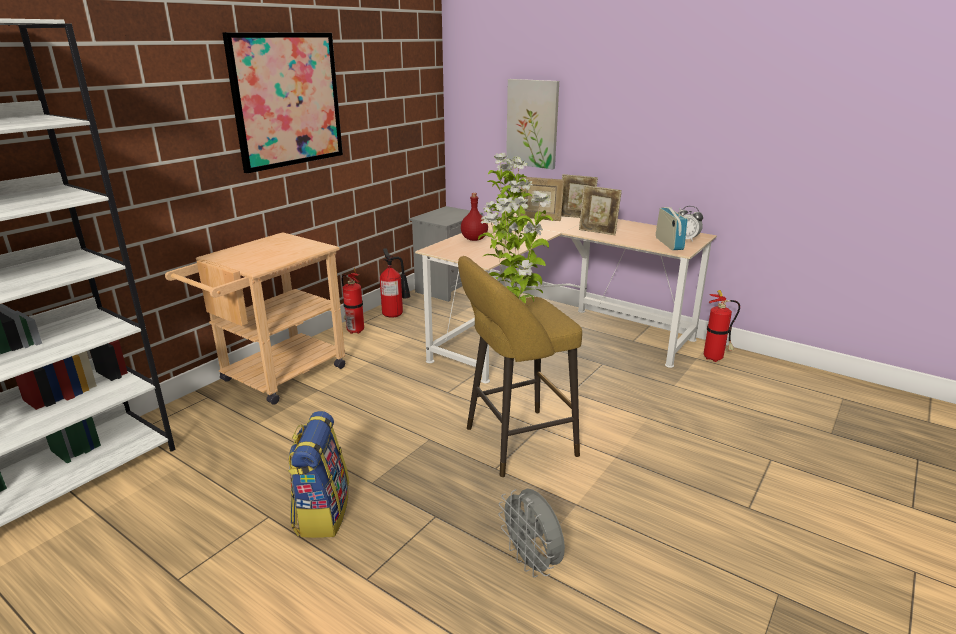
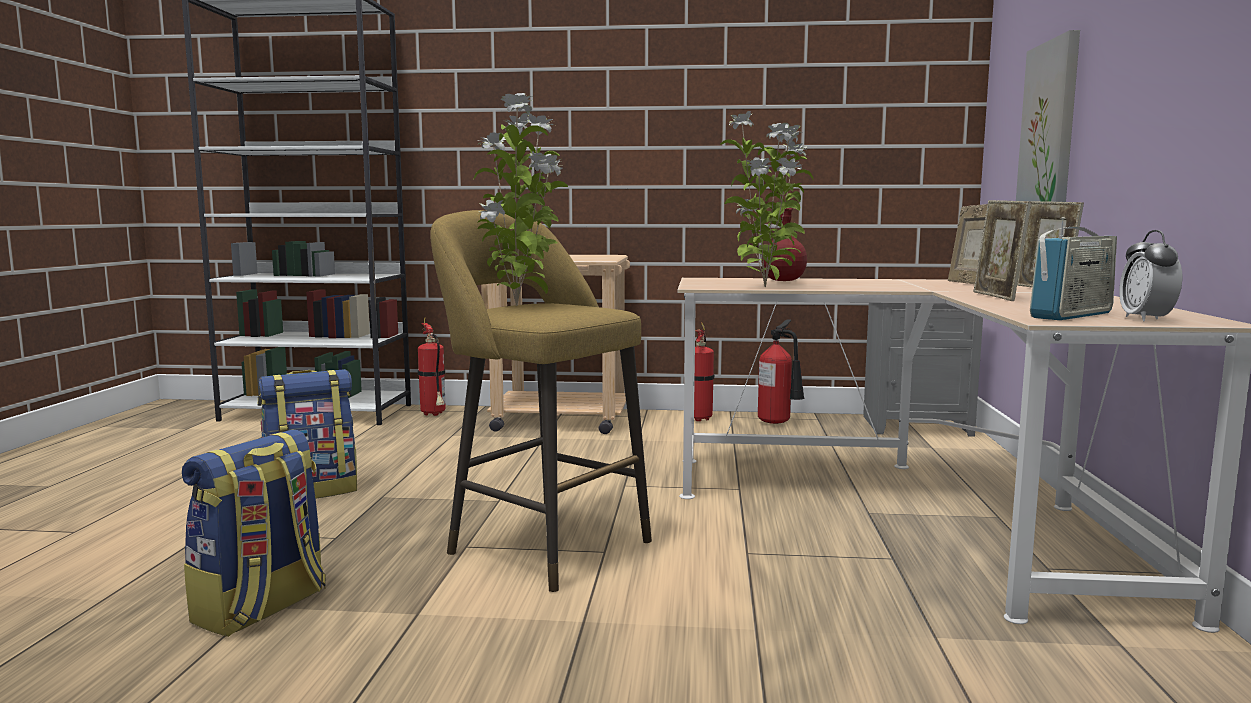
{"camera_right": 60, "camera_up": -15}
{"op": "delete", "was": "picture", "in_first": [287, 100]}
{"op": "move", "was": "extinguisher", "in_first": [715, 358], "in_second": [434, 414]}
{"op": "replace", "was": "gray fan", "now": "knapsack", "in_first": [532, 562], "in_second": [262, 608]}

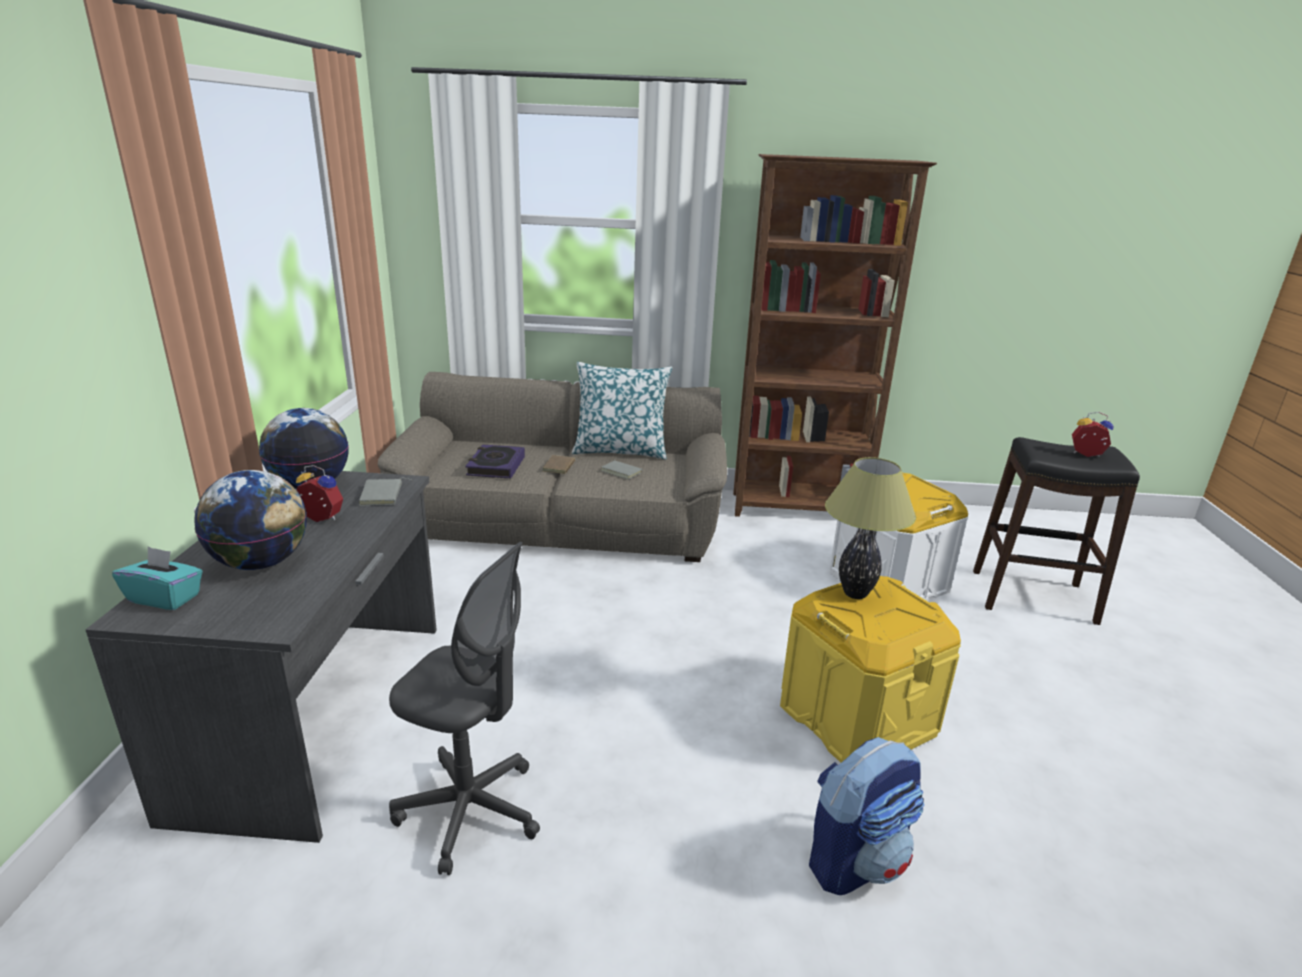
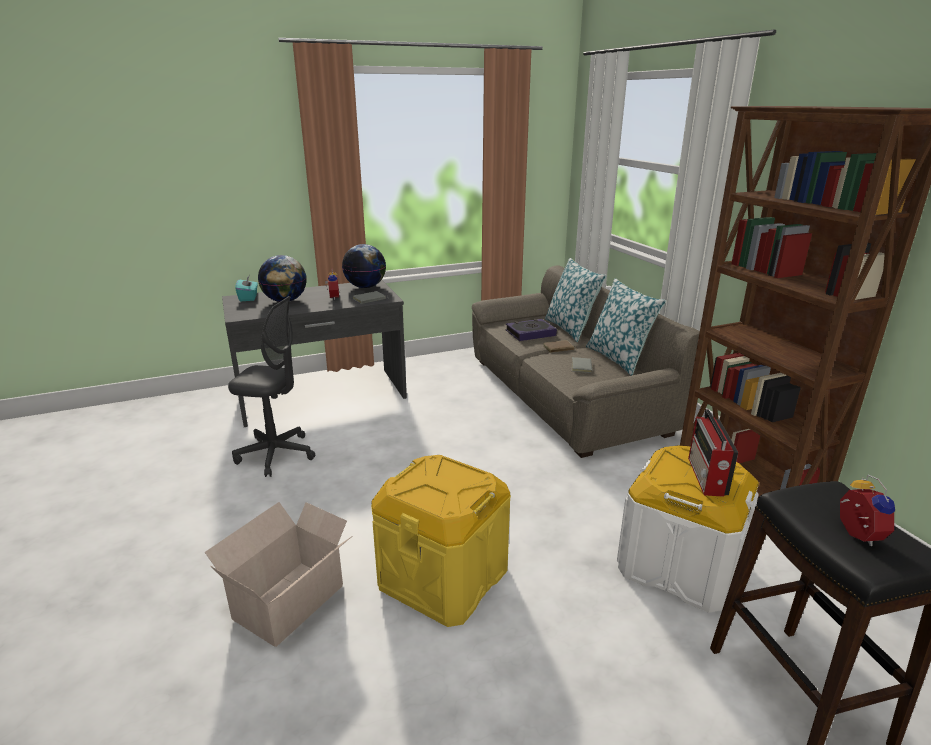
{"camera_right": 65, "camera_up": 0}
{"op": "delete", "was": "table lamp", "in_first": [855, 594]}
{"op": "insert", "now": "throw pillow", "in_second": [571, 328]}
{"op": "insert", "now": "radio receiver", "in_second": [707, 477]}
{"op": "replace", "was": "knapsack", "now": "cardboard box", "in_first": [856, 860], "in_second": [292, 600]}
{"op": "rotate", "was": "gray desk chair", "in_first": [470, 811], "in_second": [276, 454], "clockwise": -75}

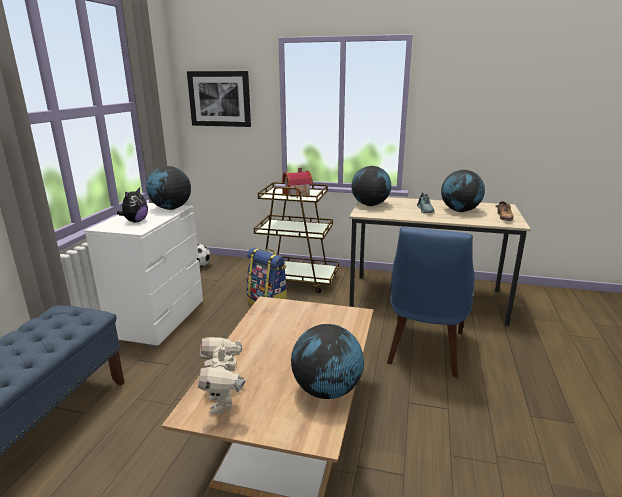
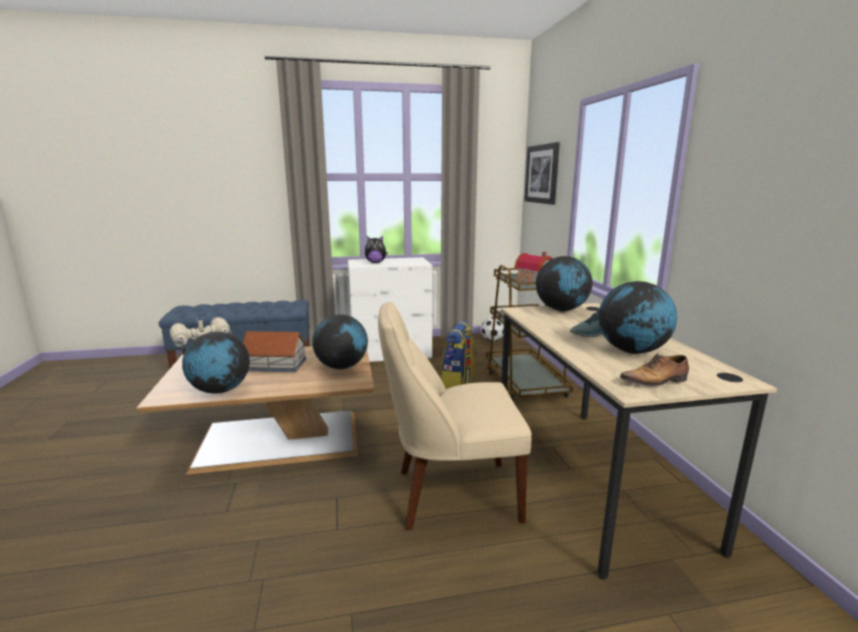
{"camera_right": 65, "camera_up": -5}
{"op": "insert", "now": "toy house", "in_second": [276, 365]}
{"op": "move", "was": "world globe", "in_first": [171, 208], "in_second": [341, 367]}
{"op": "recolor", "was": "blue-coloured plain chair", "now": "beige-coloured plain chair", "in_first": [424, 350], "in_second": [450, 494]}

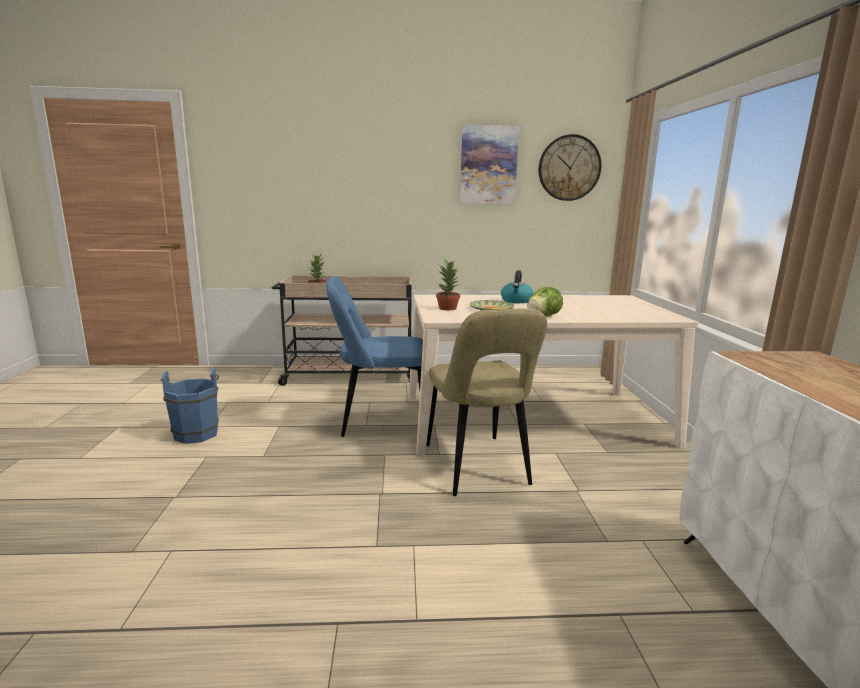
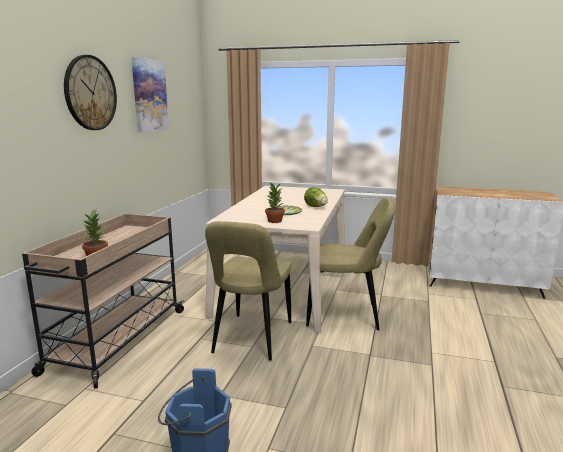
{"camera_right": -70, "camera_up": 0}
{"op": "delete", "was": "water kettle", "in_first": [516, 301]}
{"op": "move", "was": "clock on the wall", "in_first": [569, 168], "in_second": [90, 93]}
{"op": "recolor", "was": "blue-coloured plain chair", "now": "beige-coloured plain chair", "in_first": [380, 422], "in_second": [251, 339]}

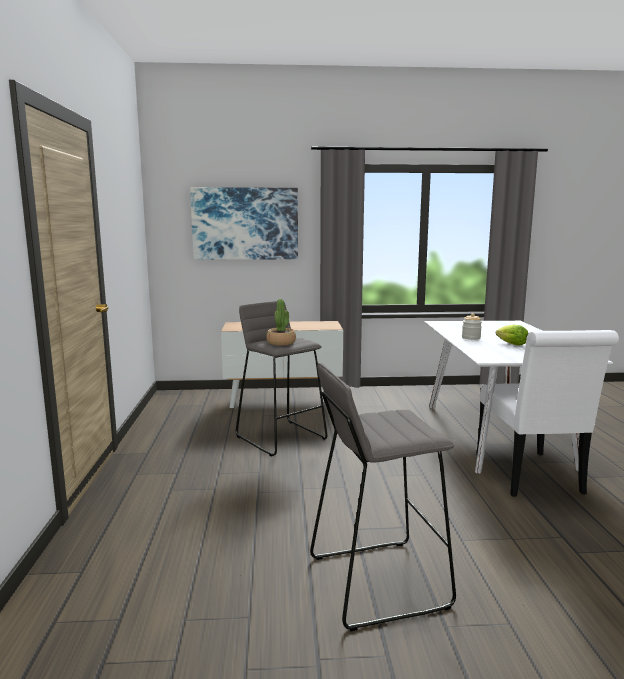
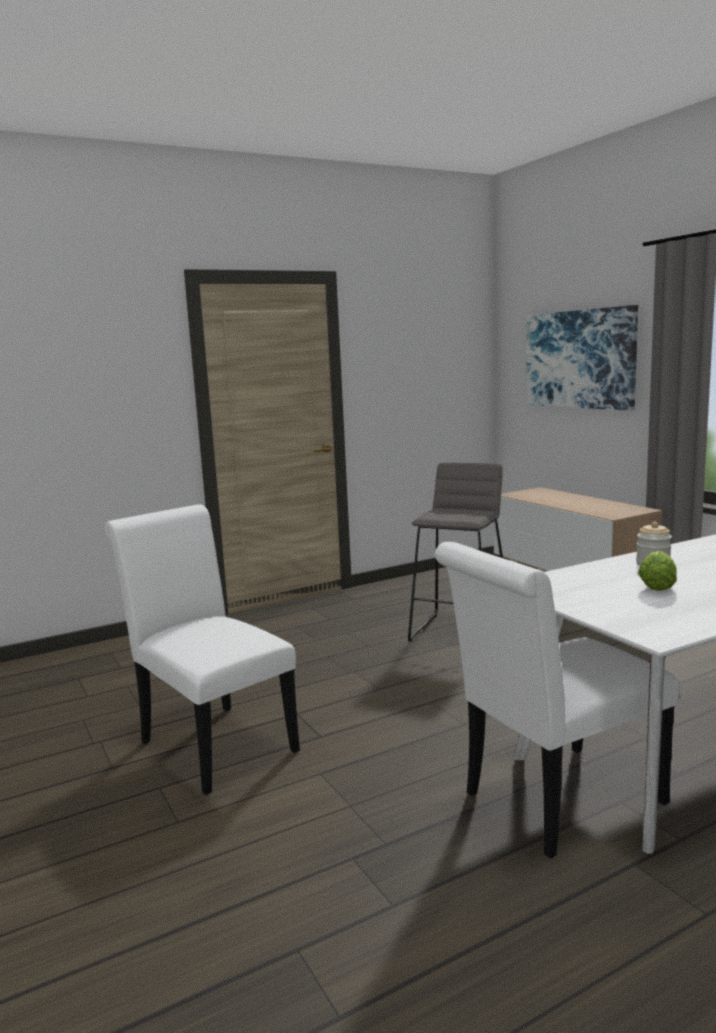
{"camera_right": 65, "camera_up": 0}
{"op": "delete", "was": "houseplant", "in_first": [281, 342]}
{"op": "replace", "was": "gray stool", "now": "whitish plain chair", "in_first": [377, 581], "in_second": [212, 742]}

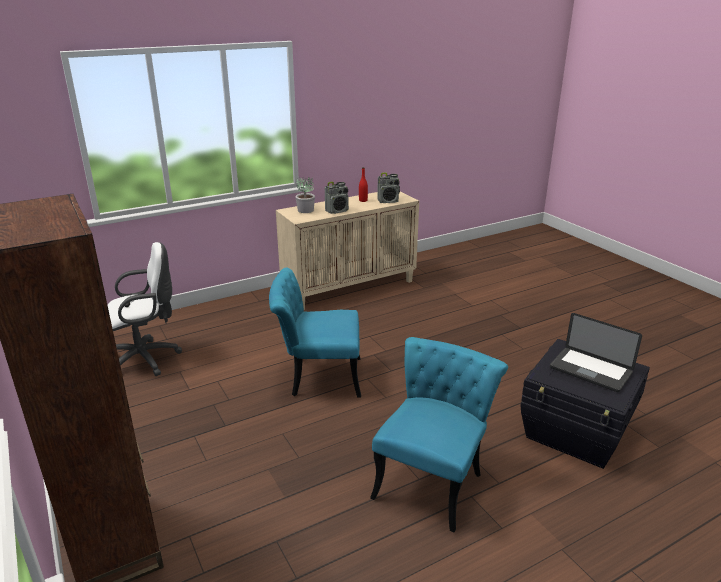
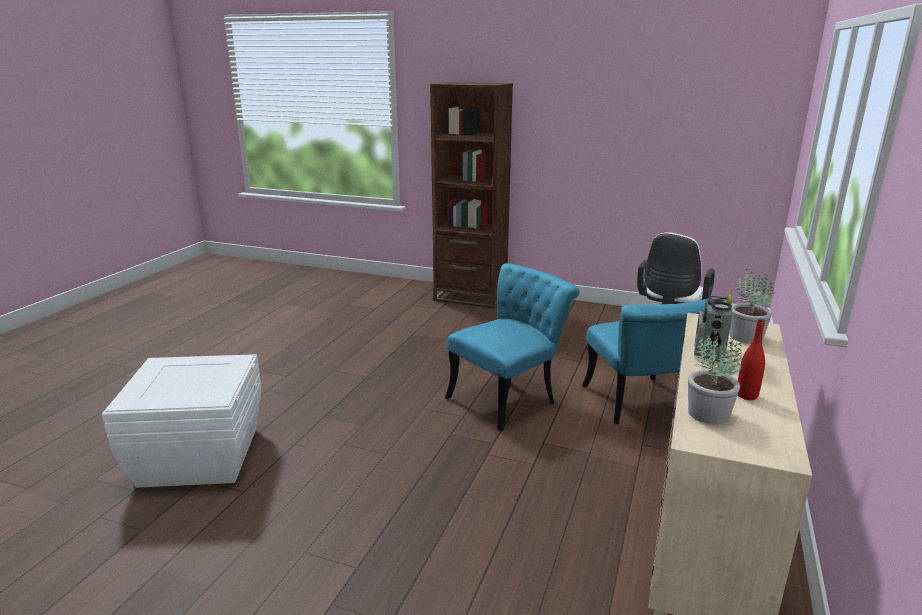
{"camera_right": 140, "camera_up": -5}
{"op": "delete", "was": "laptop", "in_first": [590, 370]}
{"op": "move", "was": "turquoise plain chair", "in_first": [433, 478], "in_second": [639, 406]}
{"op": "replace", "was": "radio receiver", "now": "houseplant", "in_first": [388, 201], "in_second": [709, 414]}
{"op": "recolor", "was": "blackish storage box", "now": "whitish storage box", "in_first": [576, 432], "in_second": [198, 456]}

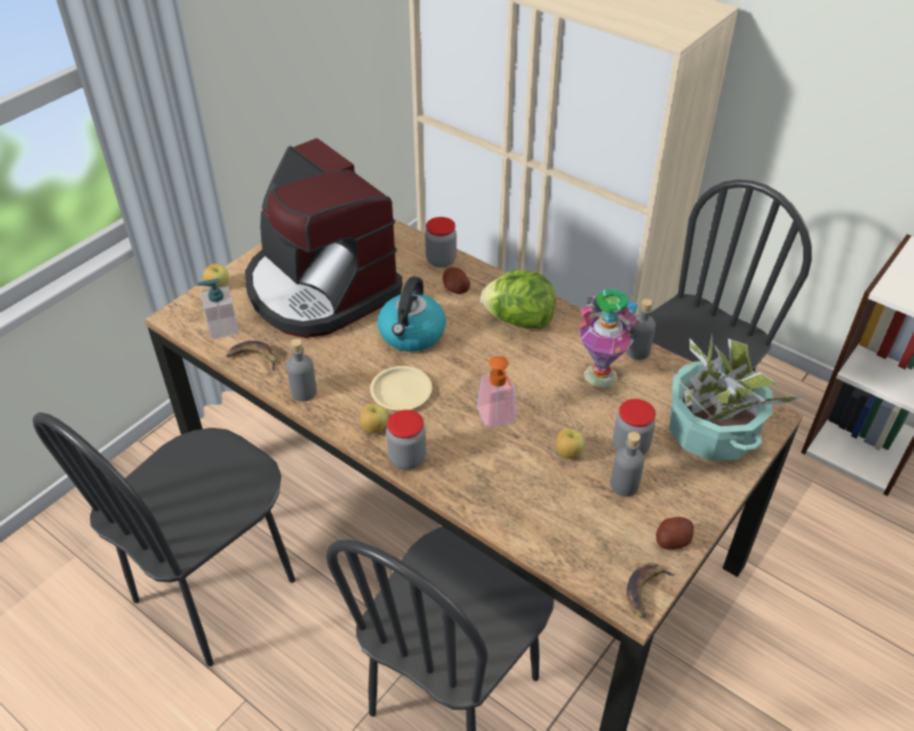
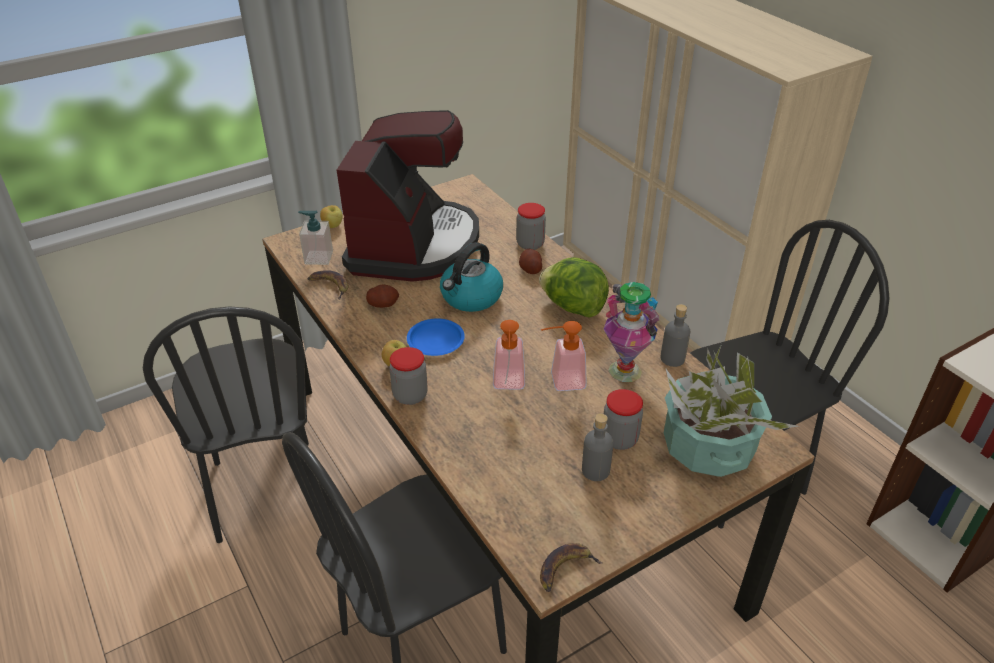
{"camera_right": 20, "camera_up": -5}
{"op": "delete", "was": "gray beverage bottle", "in_first": [304, 392]}
{"op": "delete", "was": "apple", "in_first": [568, 453]}
{"op": "insert", "now": "soap dispenser", "in_second": [561, 381]}
{"op": "move", "was": "whole potato", "in_first": [672, 540], "in_second": [383, 304]}
{"op": "recolor", "was": "beige-coloured dinner plate", "now": "blue-coloured dinner plate", "in_first": [400, 391], "in_second": [435, 340]}
{"op": "rotate", "was": "blackish plain chair", "in_first": [215, 591], "in_second": [266, 490], "clockwise": -75}
{"op": "rotate", "was": "coffee machine", "in_first": [320, 288], "in_second": [413, 245], "clockwise": -150}

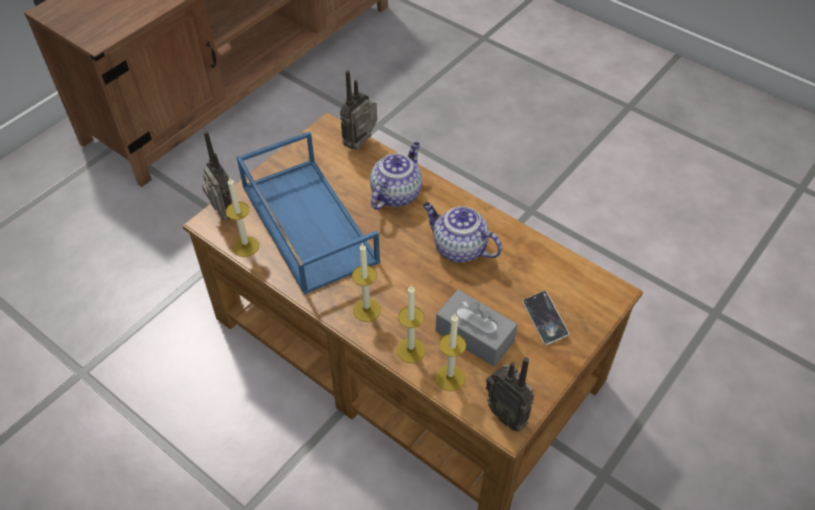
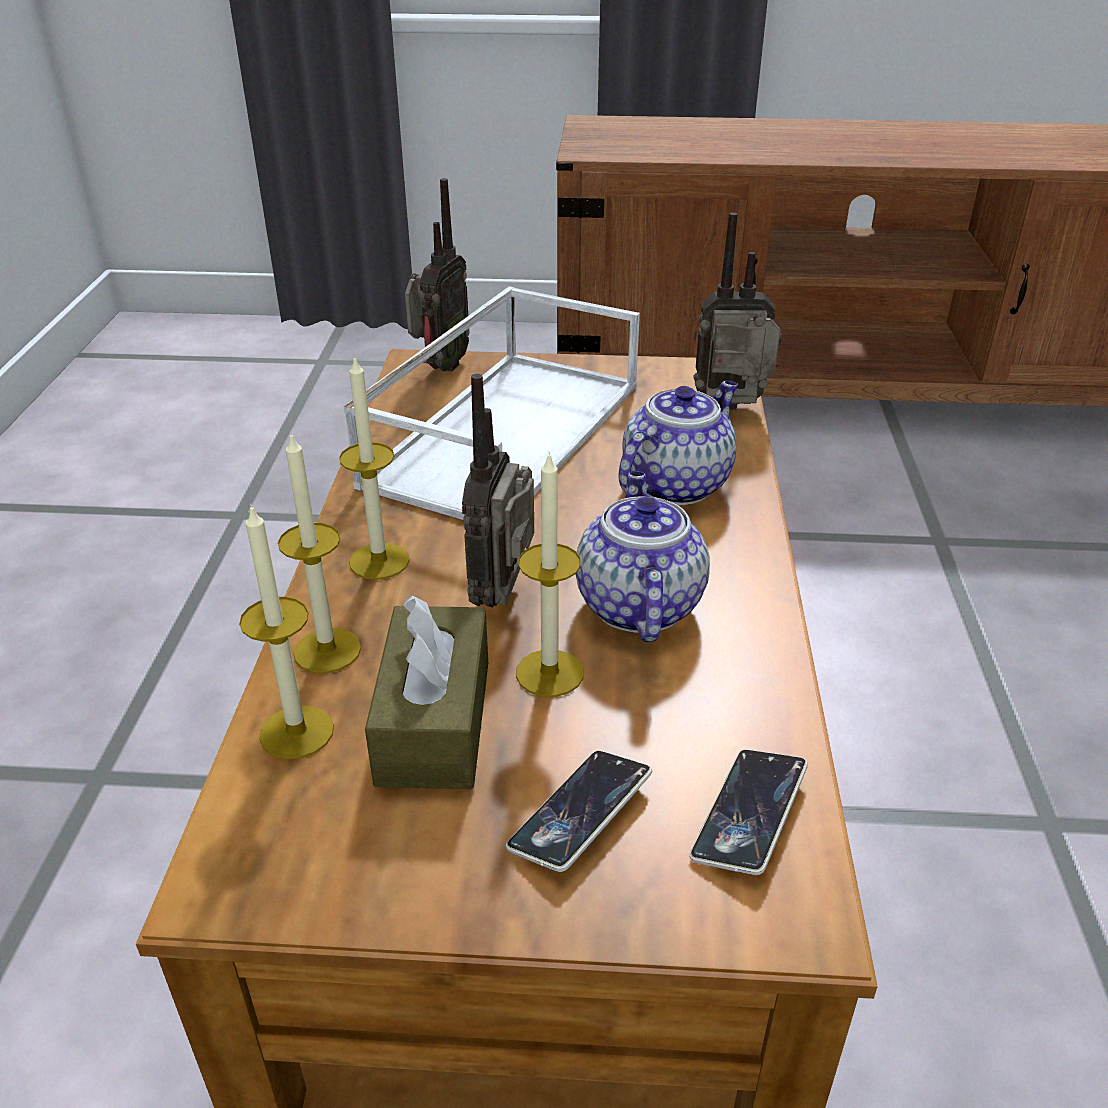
{"camera_right": 55, "camera_up": -15}
{"op": "insert", "now": "handset", "in_second": [749, 816]}
{"op": "move", "was": "wax candle", "in_first": [246, 246], "in_second": [549, 673]}
{"op": "move", "was": "radio receiver", "in_first": [507, 414], "in_second": [504, 594]}
{"op": "recolor", "was": "blue-coloured carrying tray", "now": "whitish carrying tray", "in_first": [306, 223], "in_second": [504, 431]}
{"op": "recolor", "was": "gray tissue holder", "now": "brown tissue holder", "in_first": [474, 336], "in_second": [434, 721]}
{"op": "rotate", "was": "tea pot", "in_first": [396, 193], "in_second": [676, 483], "clockwise": -45}

